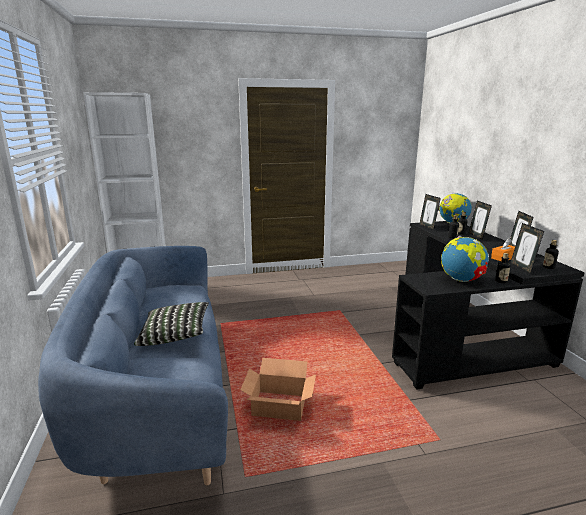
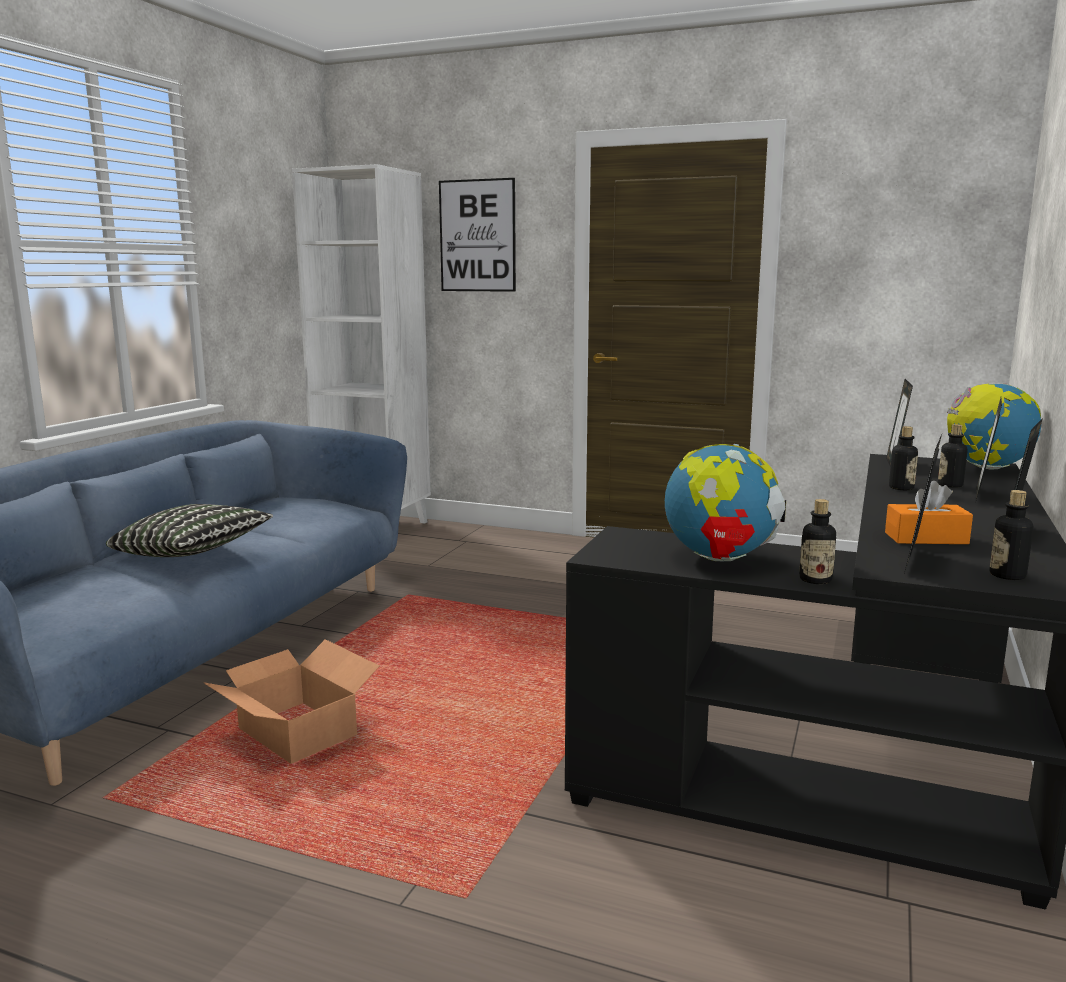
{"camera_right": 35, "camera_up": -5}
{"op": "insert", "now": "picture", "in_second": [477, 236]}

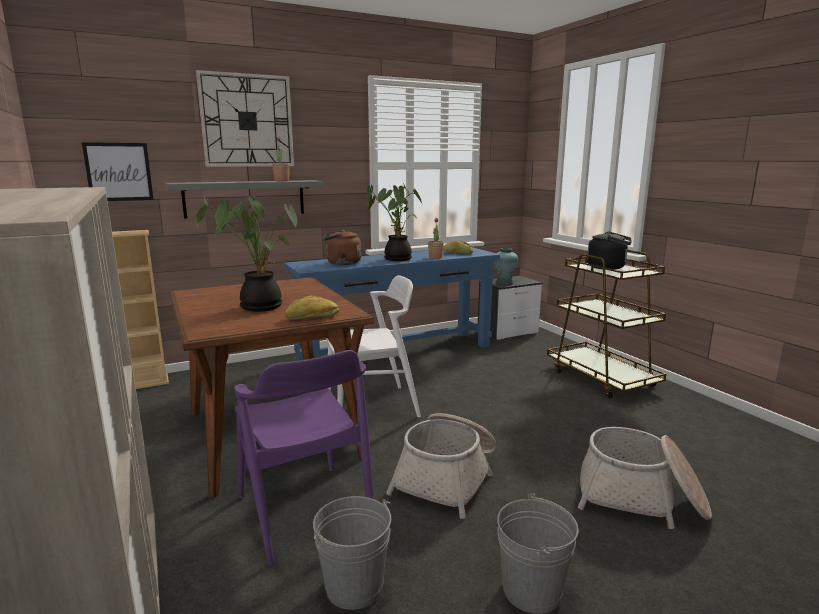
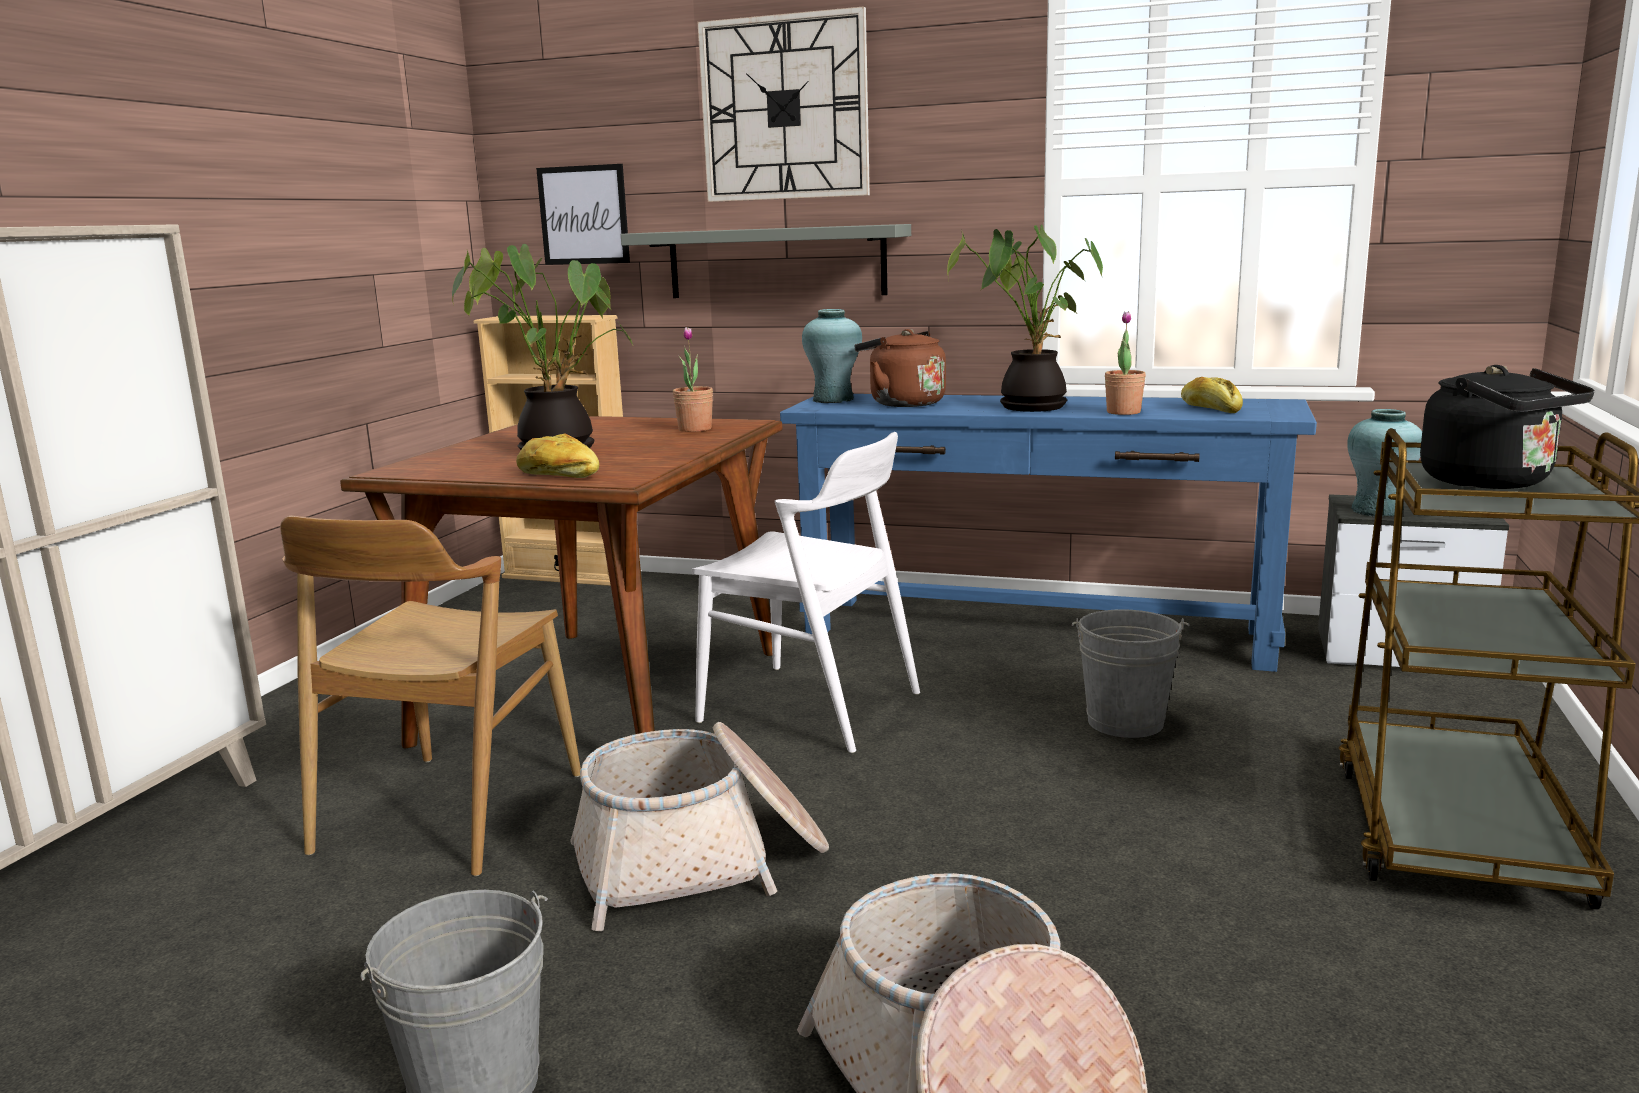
{"camera_right": 45, "camera_up": 0}
{"op": "insert", "now": "turquoise flower vase", "in_second": [833, 399]}
{"op": "move", "was": "houseplant", "in_first": [281, 181], "in_second": [695, 429]}
{"op": "move", "was": "gray water bucket", "in_first": [354, 586], "in_second": [1125, 722]}
{"op": "recolor", "was": "purplish plain chair", "now": "brown plain chair", "in_first": [304, 511], "in_second": [449, 812]}

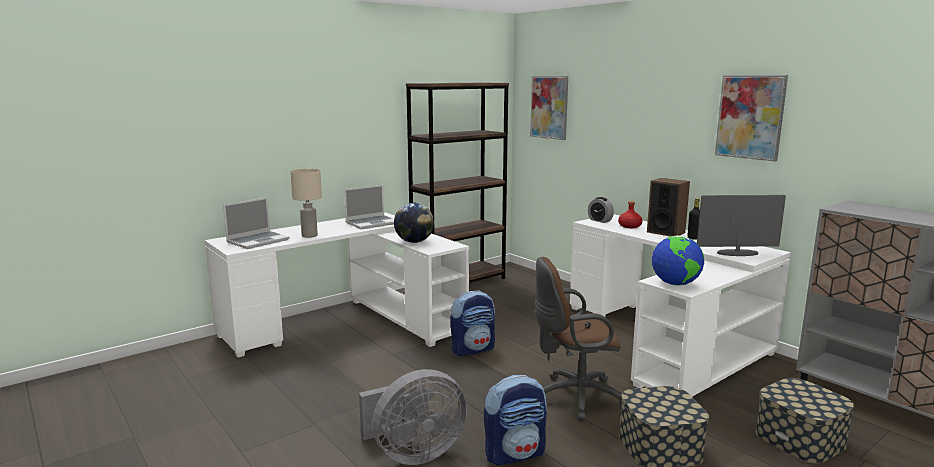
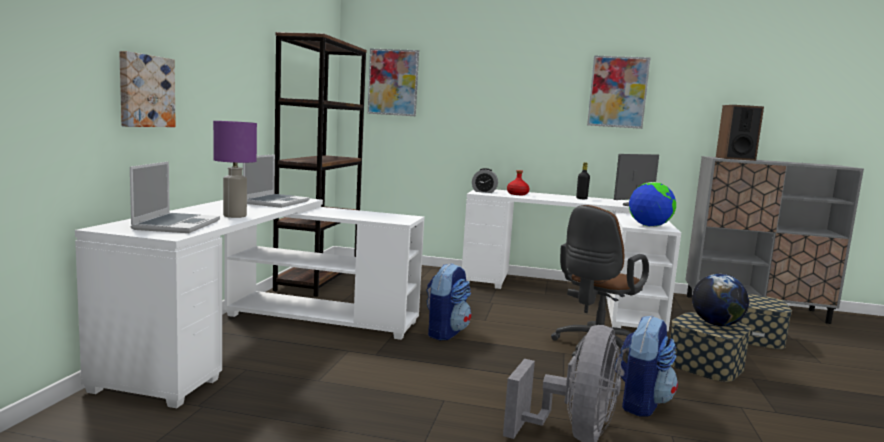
{"camera_right": -40, "camera_up": -5}
{"op": "insert", "now": "picture", "in_second": [145, 91]}
{"op": "move", "was": "world globe", "in_first": [414, 242], "in_second": [716, 324]}
{"op": "move", "was": "audio speaker", "in_first": [665, 232], "in_second": [735, 159]}
{"op": "recolor", "was": "beige-coloured table lamp", "now": "purplish table lamp", "in_first": [309, 236], "in_second": [235, 216]}

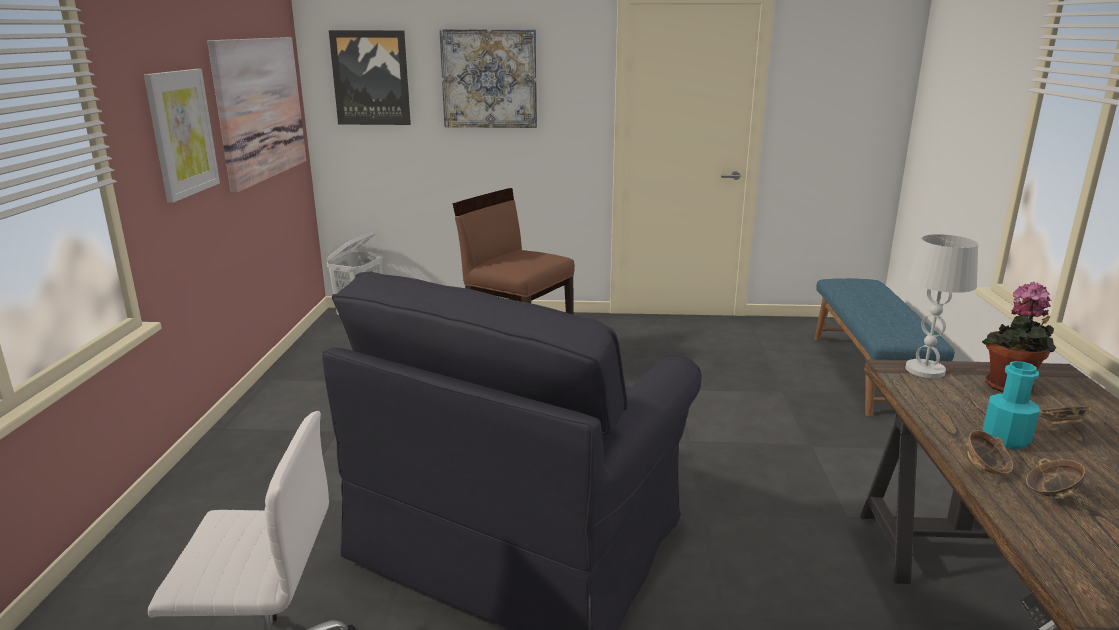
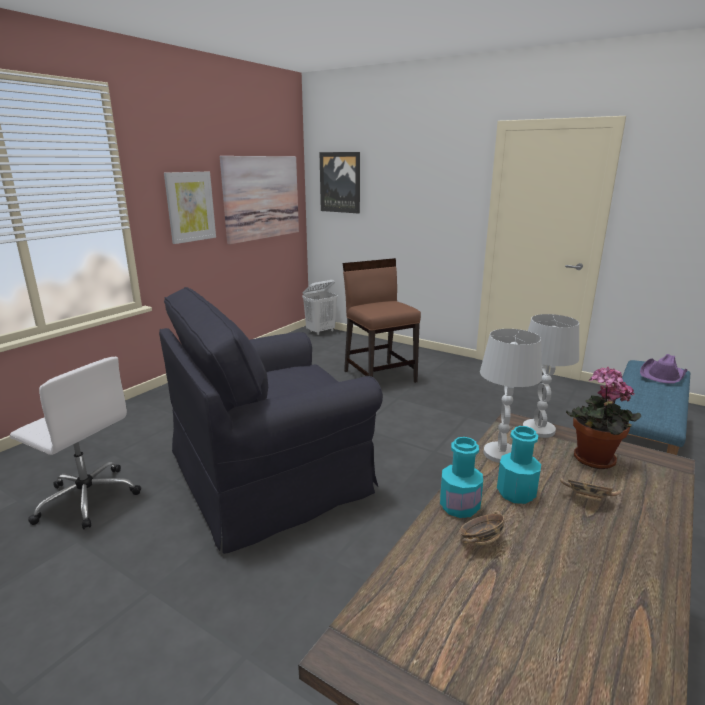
{"camera_right": 30, "camera_up": 0}
{"op": "delete", "was": "picture", "in_first": [489, 79]}
{"op": "insert", "now": "whitish table lamp", "in_second": [500, 453]}
{"op": "insert", "now": "purplish clothing hat", "in_second": [663, 375]}
{"op": "replace", "was": "deep dish", "now": "turquoise beverage bottle", "in_first": [986, 469], "in_second": [459, 506]}

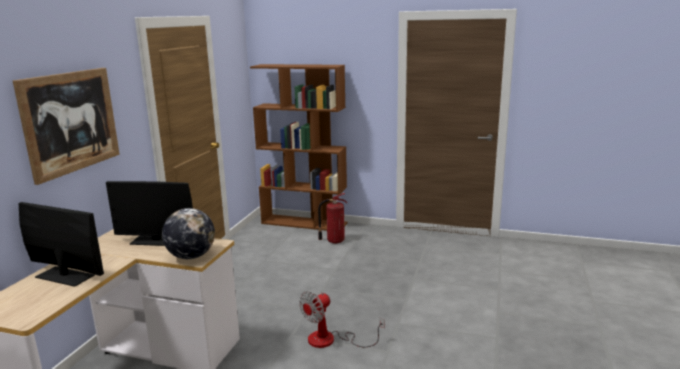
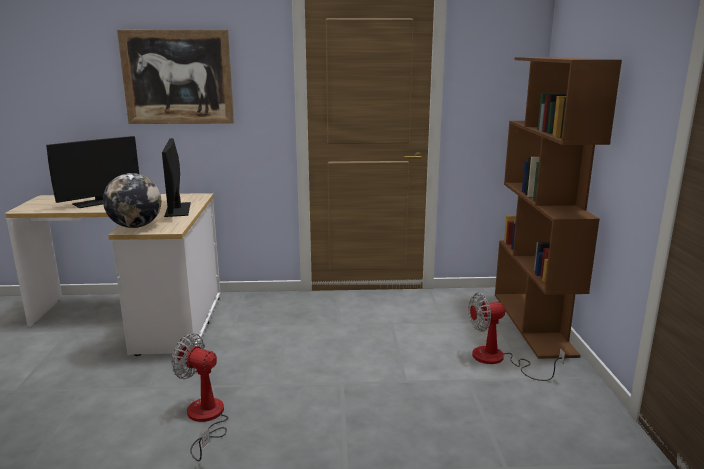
{"camera_right": 70, "camera_up": 0}
{"op": "replace", "was": "extinguisher", "now": "fan", "in_first": [334, 241], "in_second": [498, 360]}
{"op": "rotate", "was": "computer display", "in_first": [64, 276], "in_second": [100, 202], "clockwise": 45}

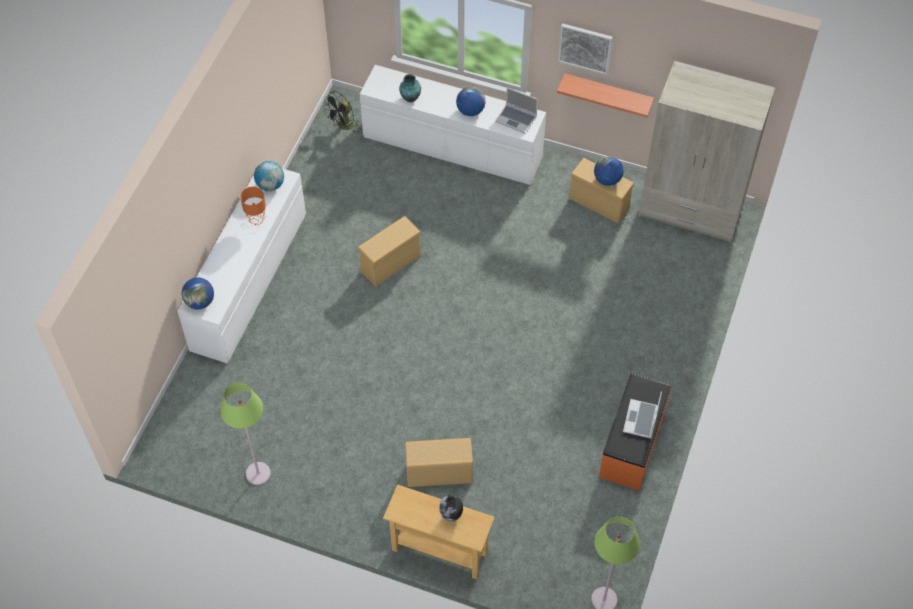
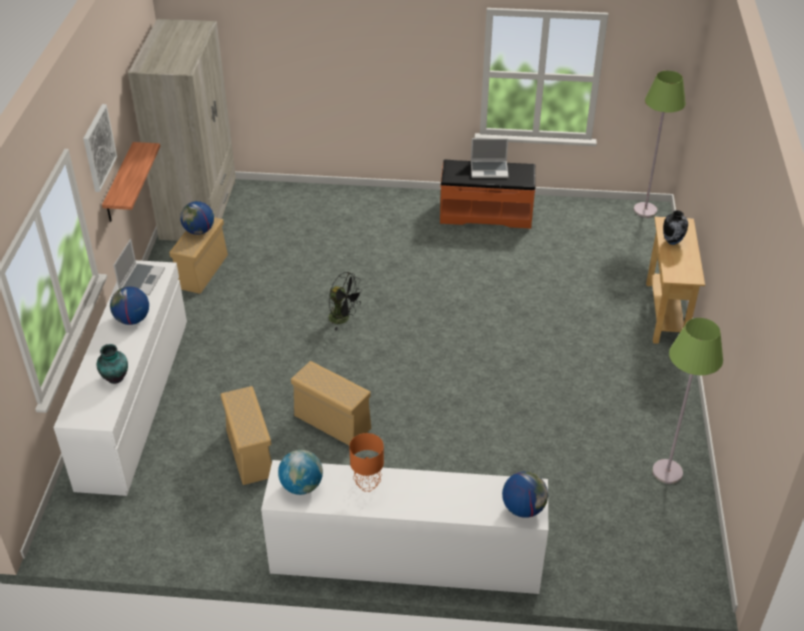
{"camera_right": -105, "camera_up": -15}
{"op": "move", "was": "blackish fan", "in_first": [343, 126], "in_second": [343, 318]}
{"op": "move", "was": "beige-coloured storage box", "in_first": [440, 472], "in_second": [249, 452]}

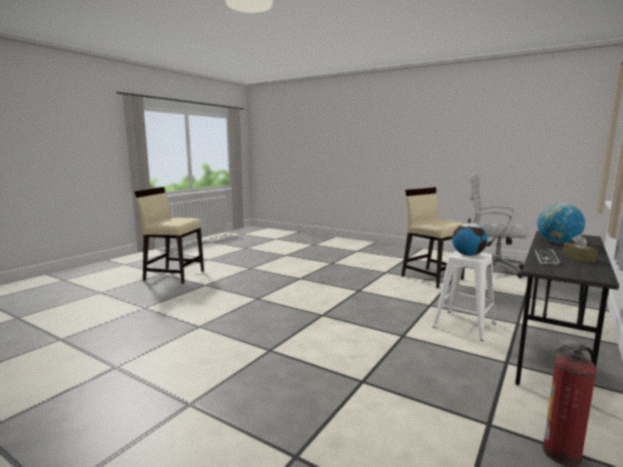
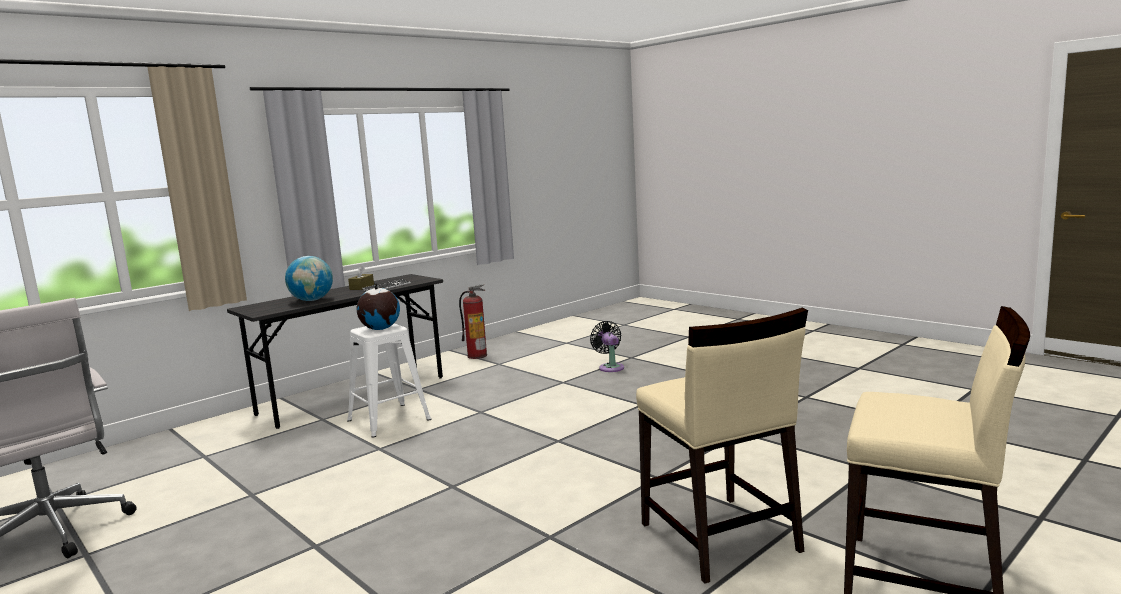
{"camera_right": -165, "camera_up": 0}
{"op": "insert", "now": "blackish fan", "in_second": [610, 367]}
{"op": "move", "was": "beige-coloured plain chair", "in_first": [431, 277], "in_second": [719, 538]}

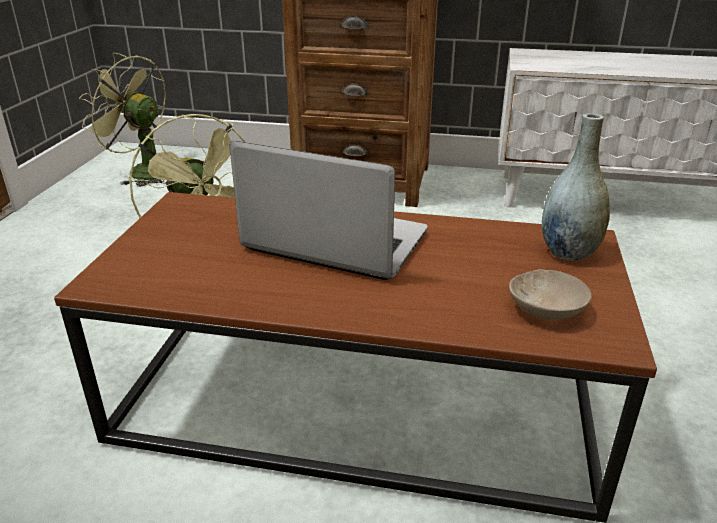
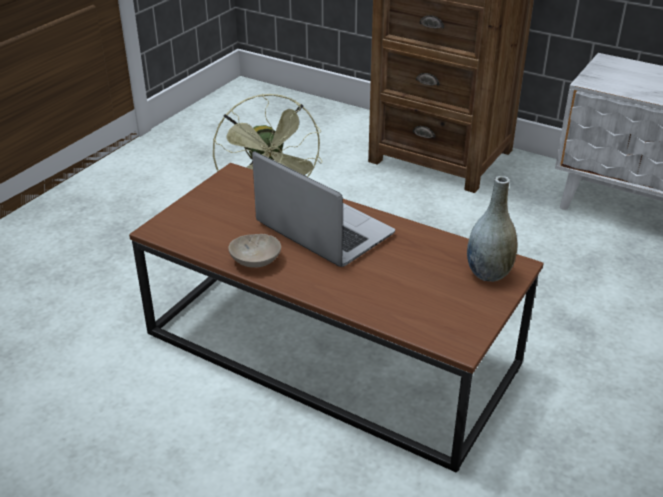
{"camera_right": 20, "camera_up": 5}
{"op": "delete", "was": "green fan", "in_first": [142, 171]}
{"op": "move", "was": "beige-coloured deep dish", "in_first": [547, 311], "in_second": [255, 261]}

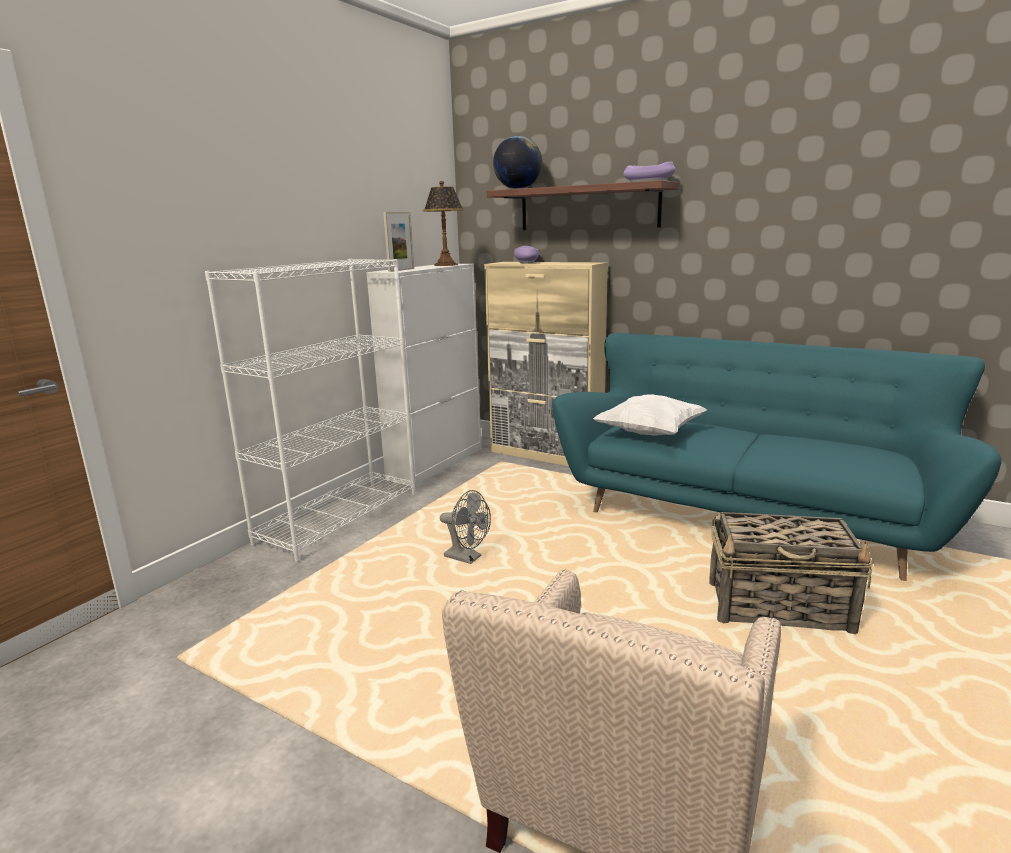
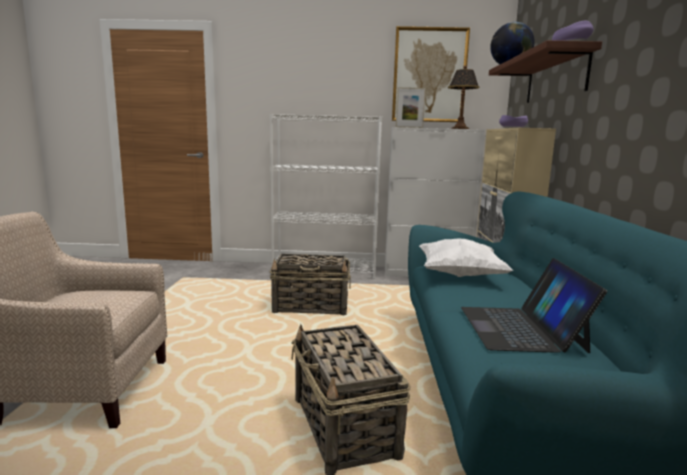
{"camera_right": 60, "camera_up": -5}
{"op": "insert", "now": "picture", "in_second": [429, 75]}
{"op": "insert", "now": "laptop", "in_second": [521, 328]}
{"op": "replace", "was": "gray fan", "now": "basket", "in_first": [468, 558], "in_second": [311, 306]}

